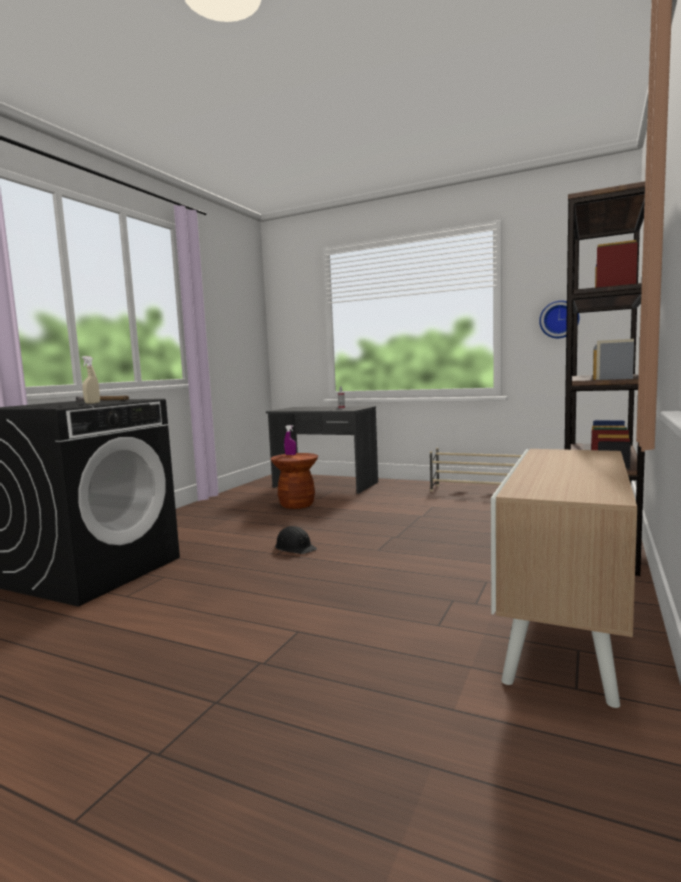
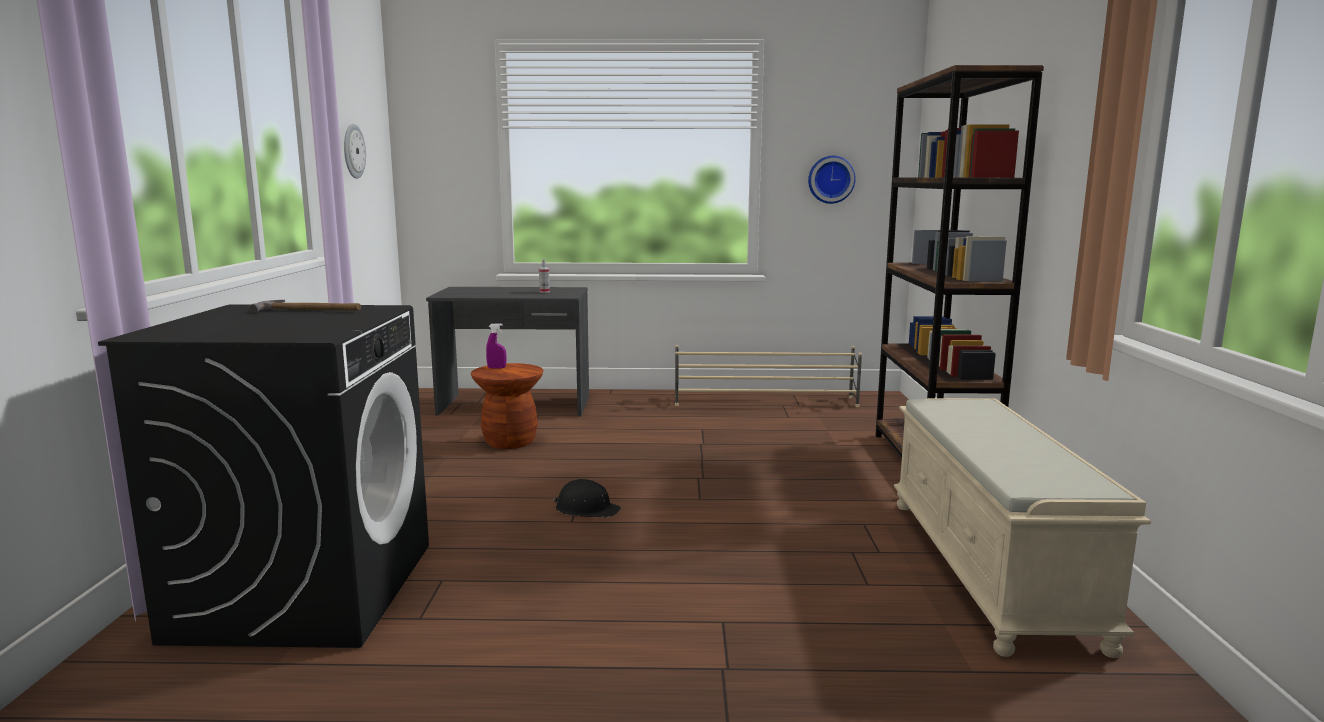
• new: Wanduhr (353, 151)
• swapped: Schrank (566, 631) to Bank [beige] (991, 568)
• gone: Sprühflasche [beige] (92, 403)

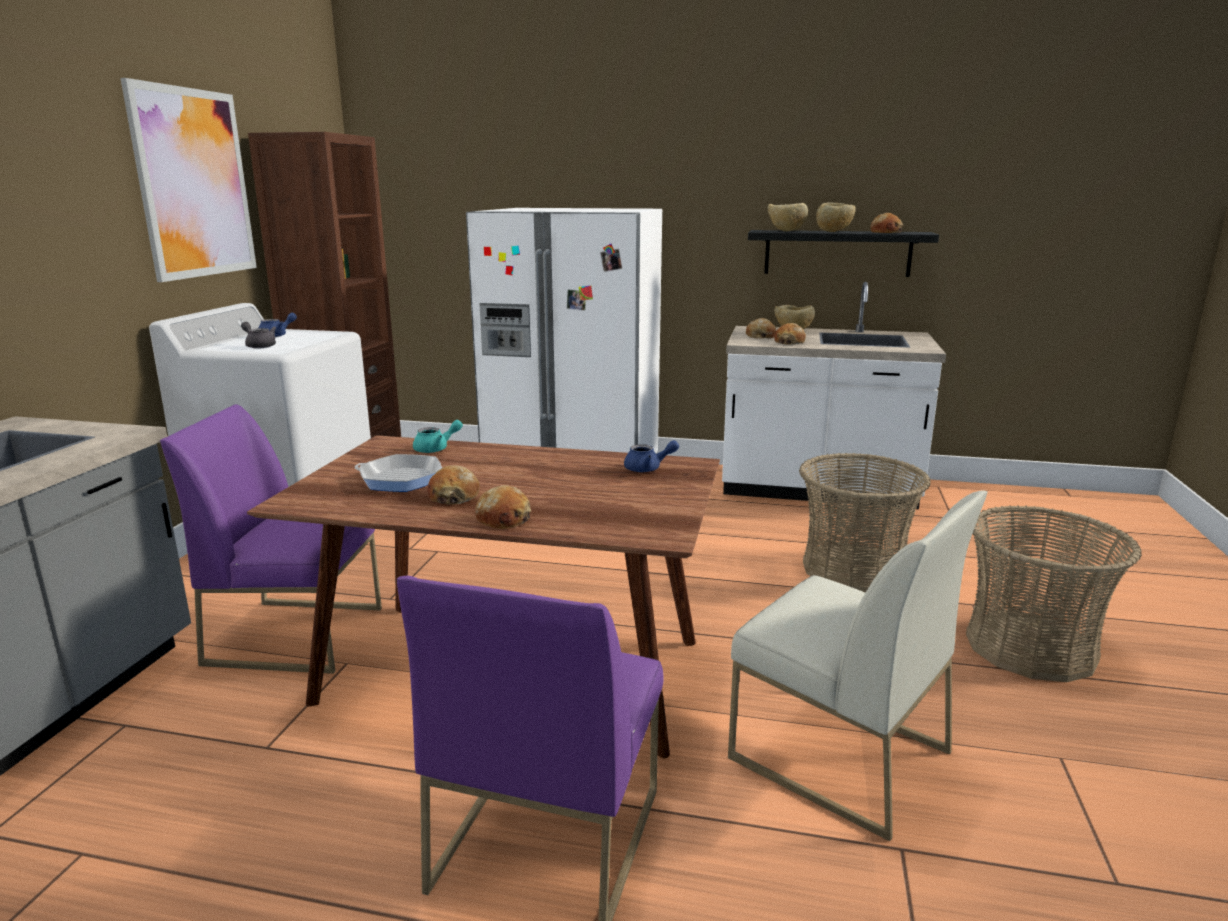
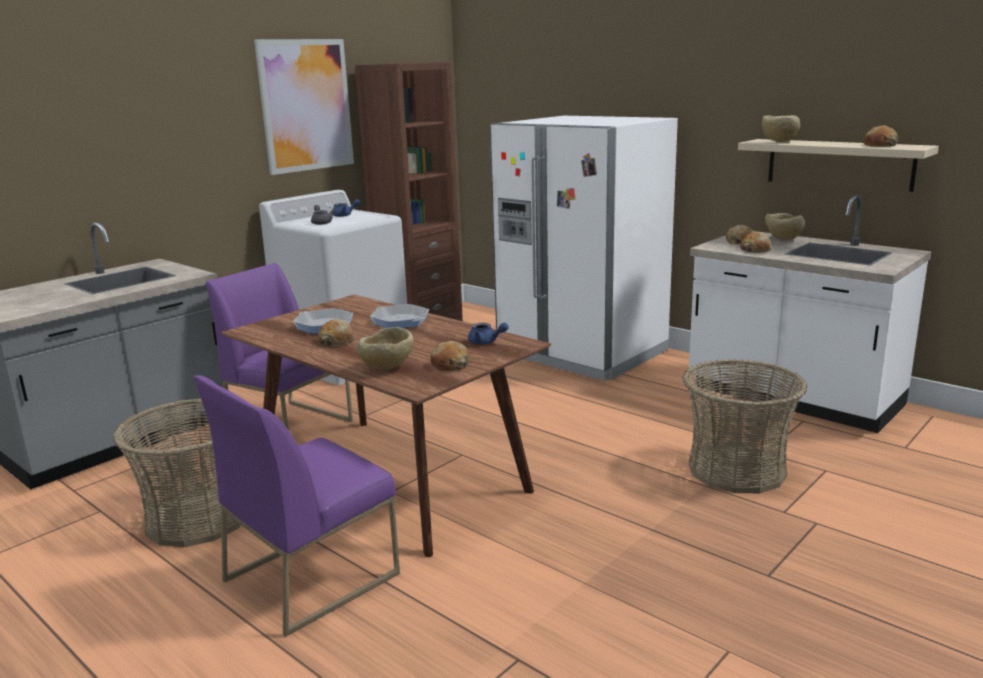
• shifted: Korb (1030, 647) to (198, 518)
• shifted: Schüssel [beige] (834, 231) to (387, 368)
• new: Pfanne (400, 321)
• shifted: Brot (504, 519) to (450, 365)
• repainted: Wandregal [schwarz] (837, 253) to Wandregal [beige] (839, 164)
• gone: Teekanne [türkis] (436, 449)
• gone: Stuhl [weiß] (837, 755)

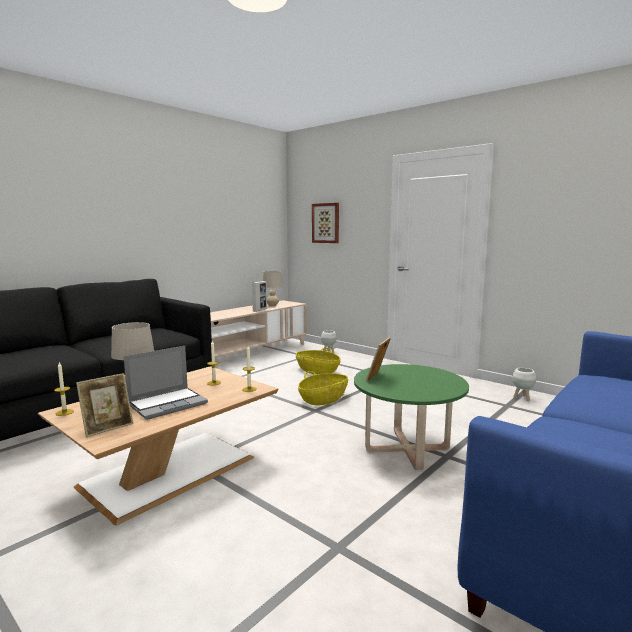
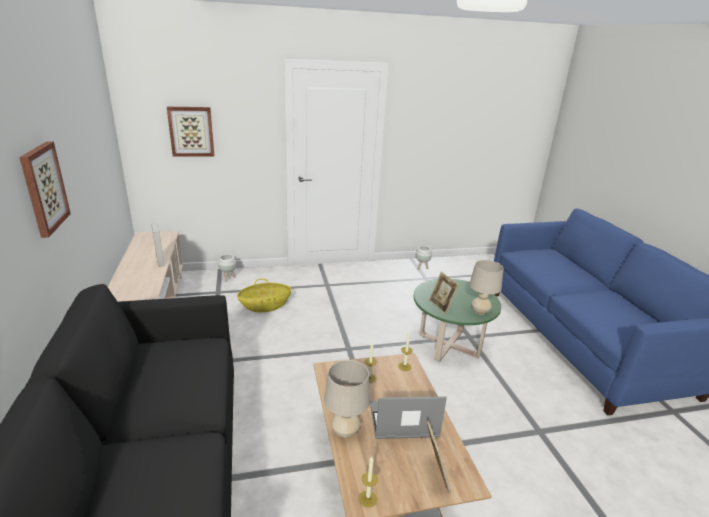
• new: Bild (43, 188)
• rotated: Laptop (168, 404) = (402, 421) 90 degrees counterclockwise
• shifted: Tischlampe [beige] (272, 305) to (480, 311)
• gone: Korb (323, 399)

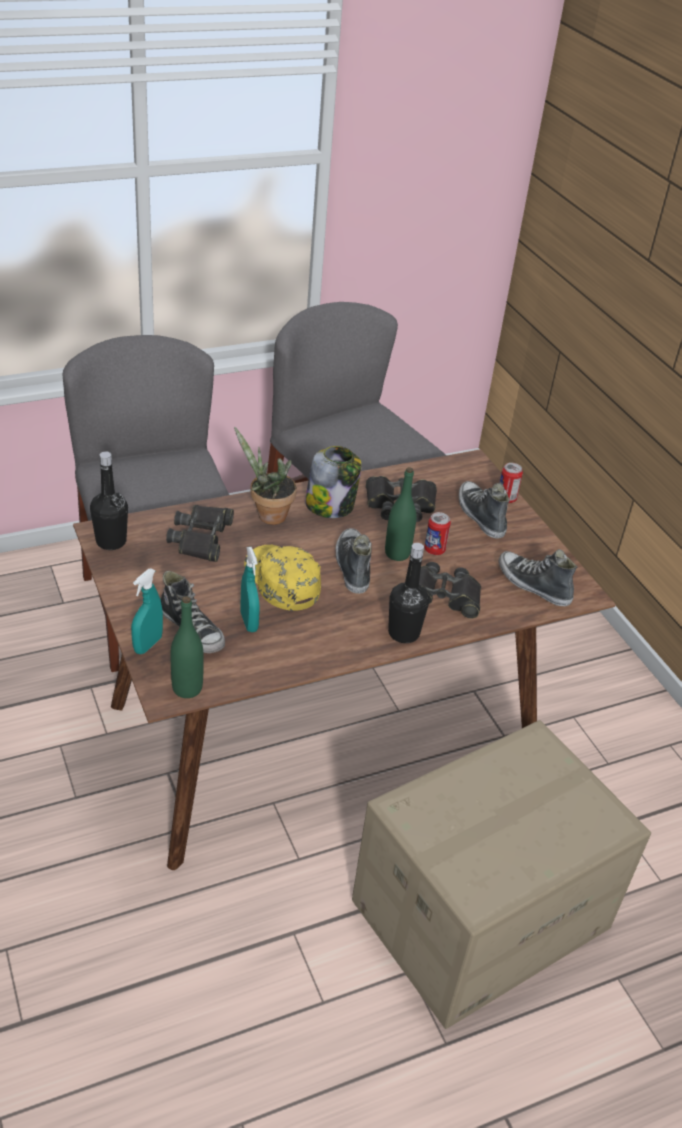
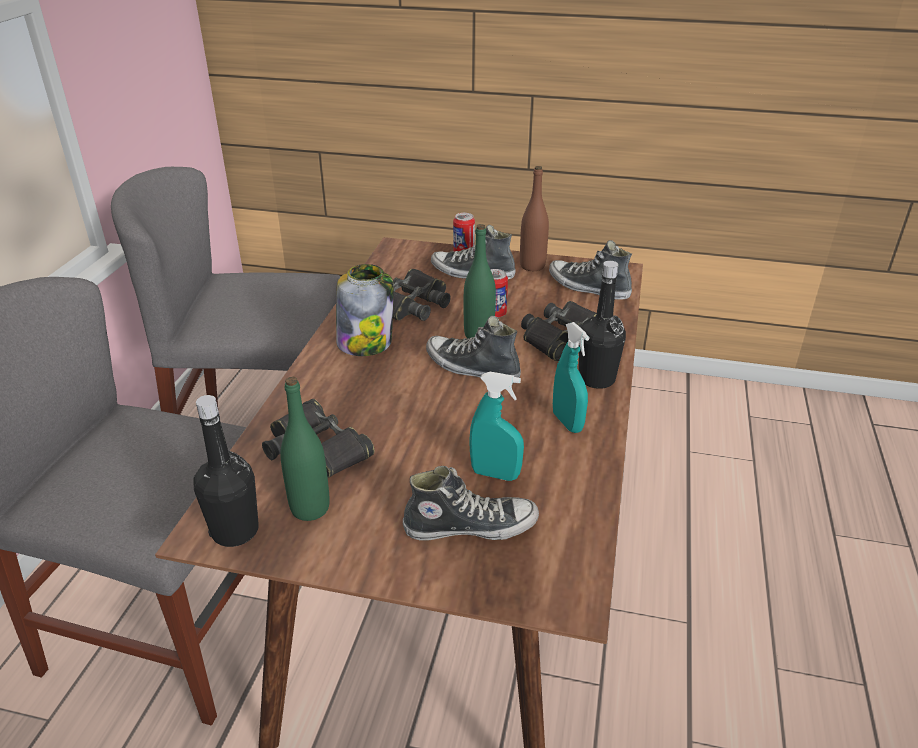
• shifted: Flasche [grün] (187, 688) to (310, 508)
• new: Flasche [braun] (532, 266)
• rotated: Schuh (533, 585) = (588, 287) 45 degrees clockwise
• shifted: Sprühflasche [türkis] (148, 644) to (567, 422)
• gone: Topfpflanze (267, 515)
• gone: Kappe [gelb] (281, 580)
• gone: Karton (480, 912)

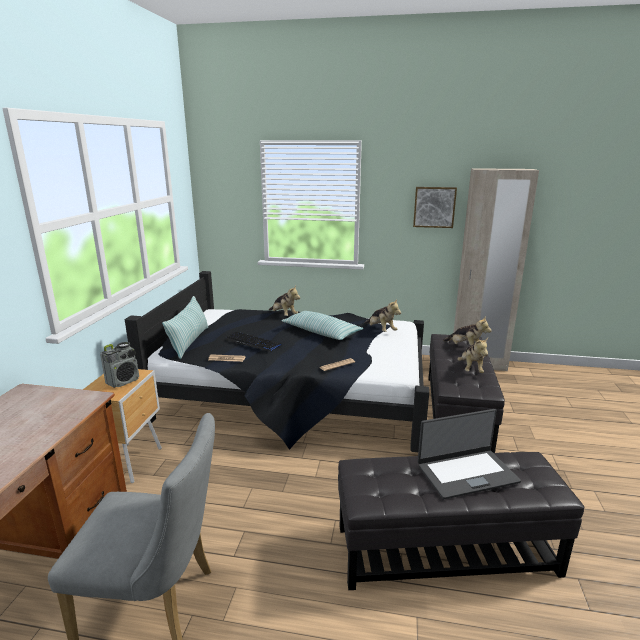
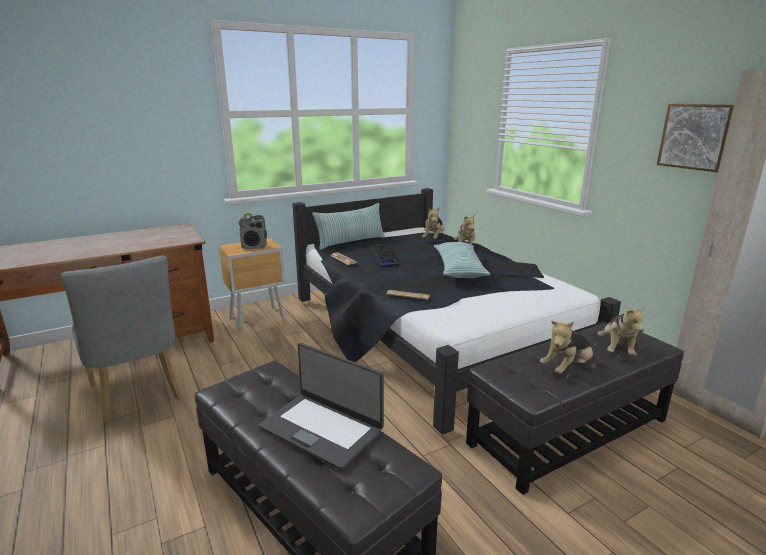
• shifted: Plüschtier (381, 330) to (434, 239)

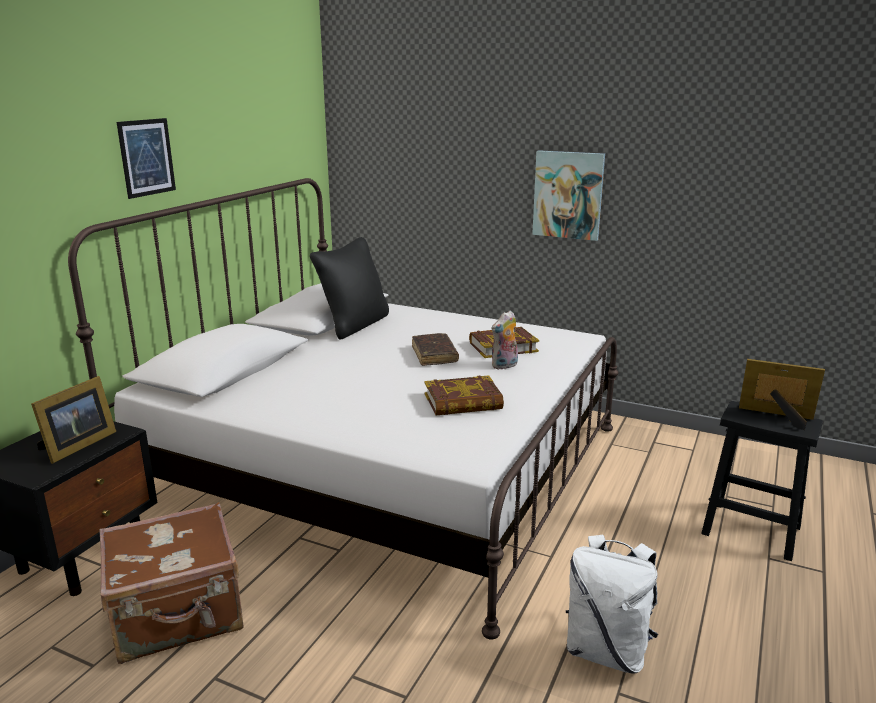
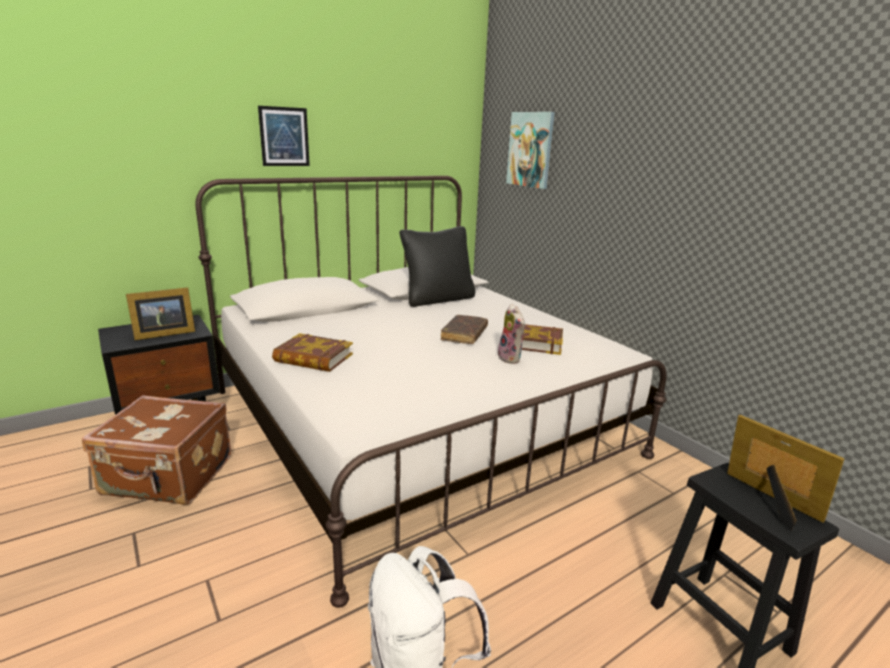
• shifted: Buch (463, 402) to (313, 358)
• rotated: Plüschtier (505, 366) = (511, 358) 105 degrees counterclockwise
• shifted: Bild (568, 195) to (530, 149)

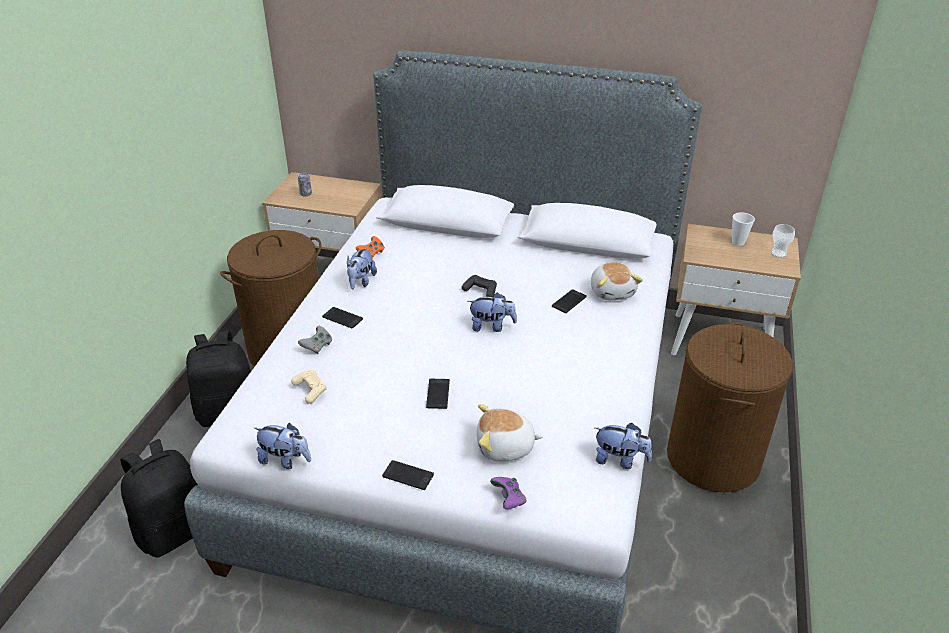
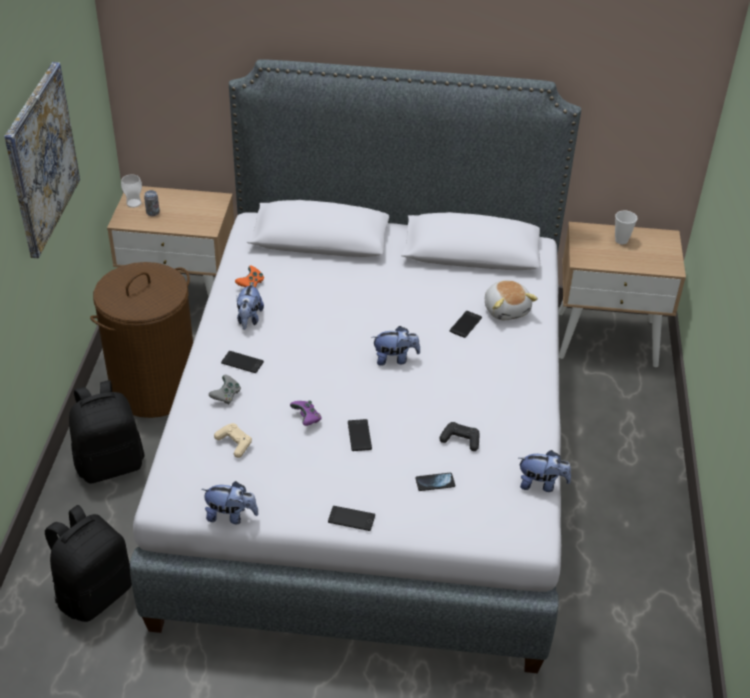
• new: Bild (41, 159)
• shifted: Tasse (778, 253) to (134, 203)
• shifted: Gamepad [lila] (509, 499) to (307, 419)
• swapped: Plüschtier (505, 447) to Handy (435, 482)
• shifted: Gamepad [schwarz] (480, 291) to (460, 440)
• gone: Wäschekorb [braun] (713, 459)

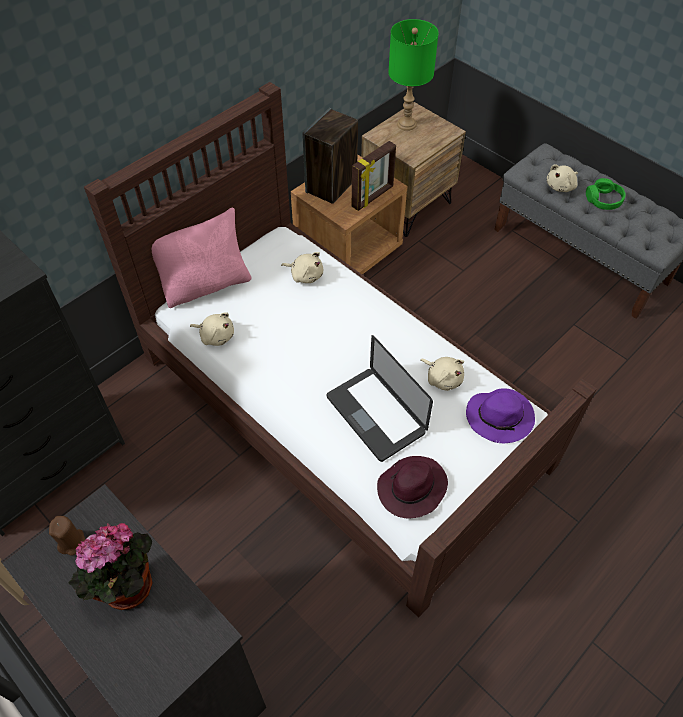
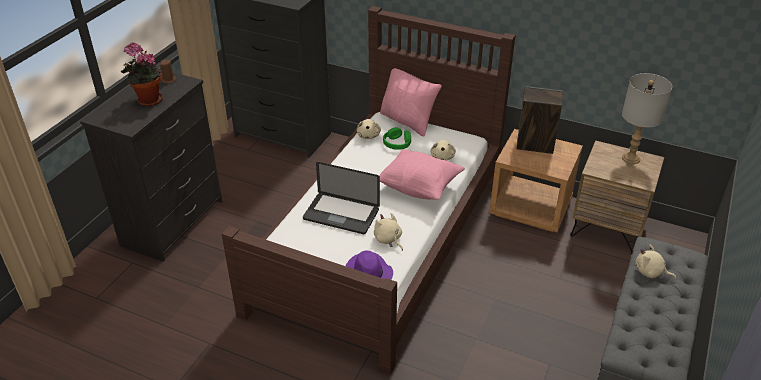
• rotated: Laptop (375, 414) = (341, 214) 105 degrees counterclockwise
• rotated: Plüschtier [beige] (443, 378) = (388, 239) 120 degrees clockwise
• new: Kissen [rosa] (419, 188)
• shifted: Kopfhörer [grün] (603, 200) to (397, 143)
• repainted: Tischlampe [grün] (407, 124) to Tischlampe [grau] (631, 159)
• gone: Bilderrahmen (373, 197)
• gone: Hut [lila] (411, 489)

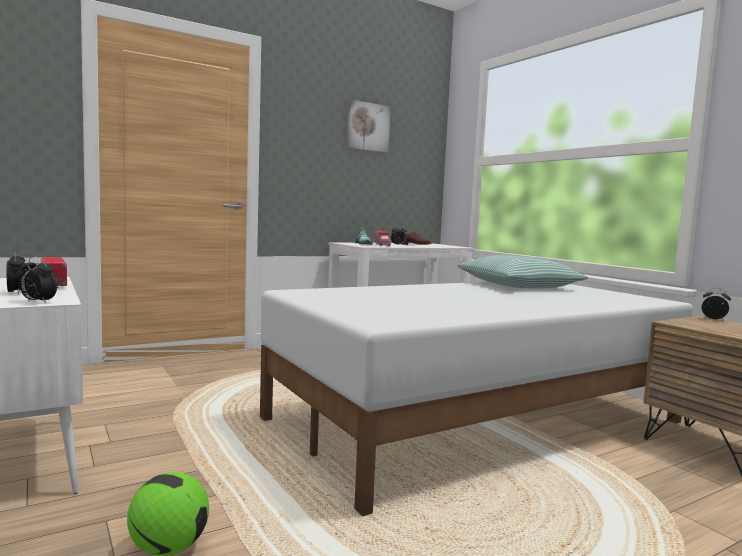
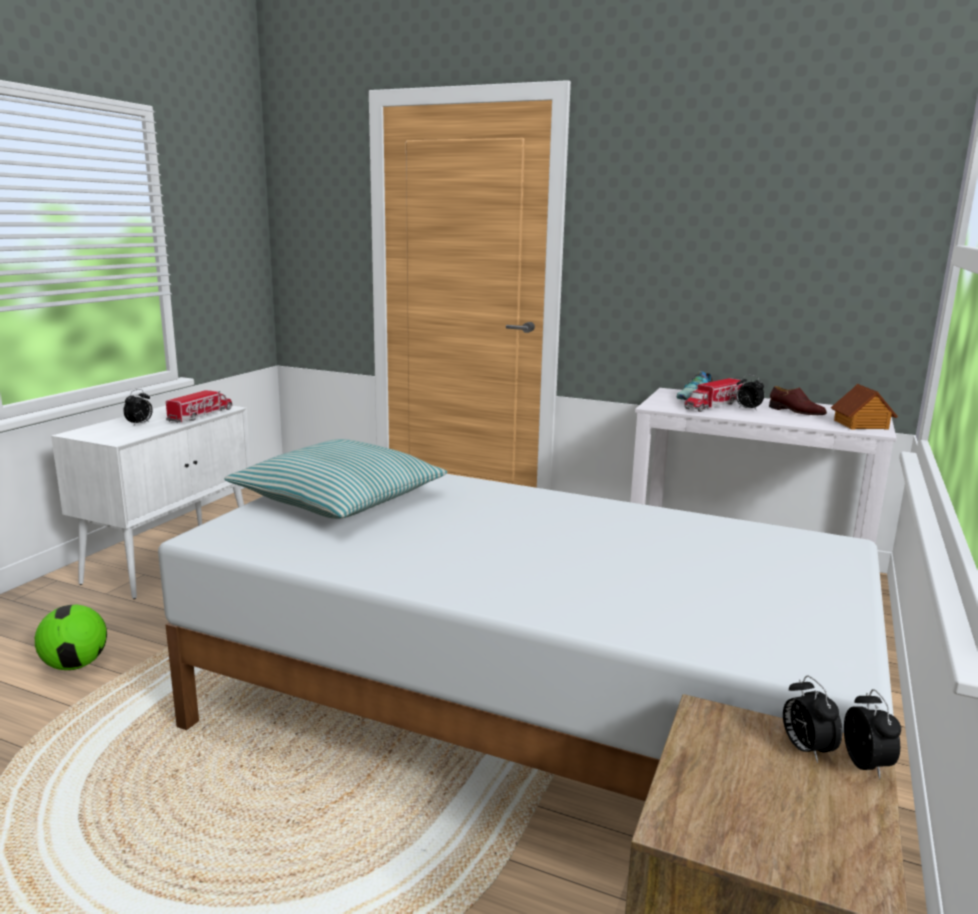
• shifted: Kissen (518, 285) to (340, 499)
• shifted: Wecker (38, 302) to (805, 749)
• new: Spielzeughaus (861, 425)
• gone: Bild (368, 127)

